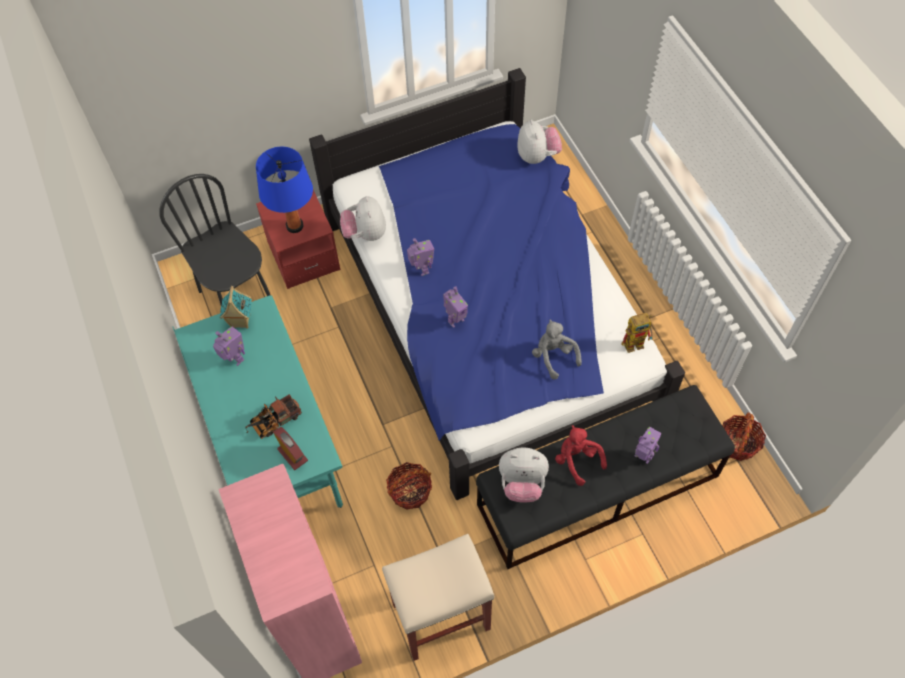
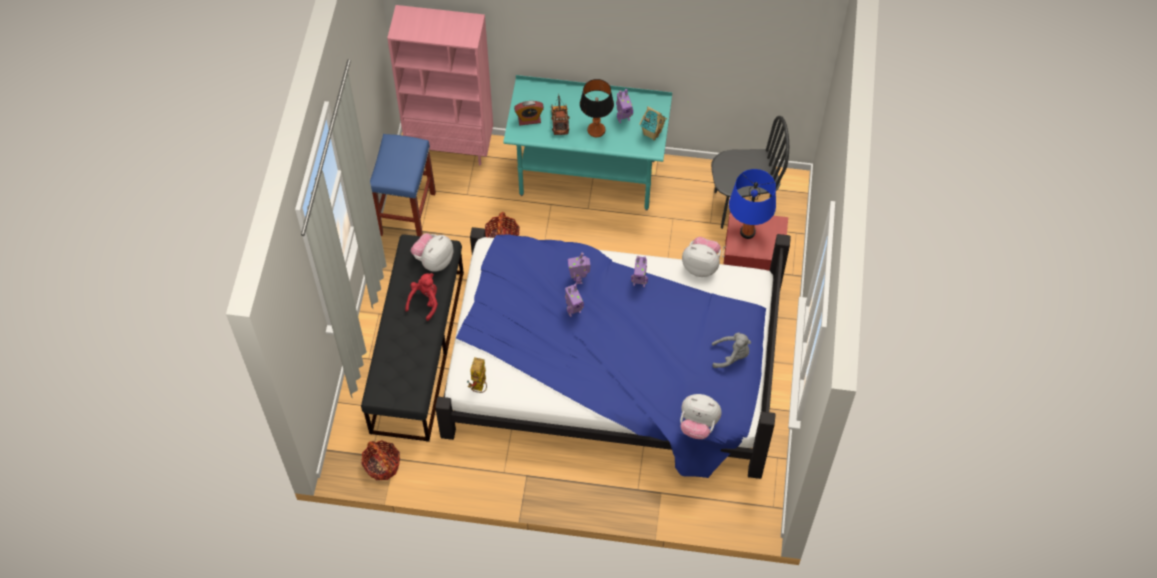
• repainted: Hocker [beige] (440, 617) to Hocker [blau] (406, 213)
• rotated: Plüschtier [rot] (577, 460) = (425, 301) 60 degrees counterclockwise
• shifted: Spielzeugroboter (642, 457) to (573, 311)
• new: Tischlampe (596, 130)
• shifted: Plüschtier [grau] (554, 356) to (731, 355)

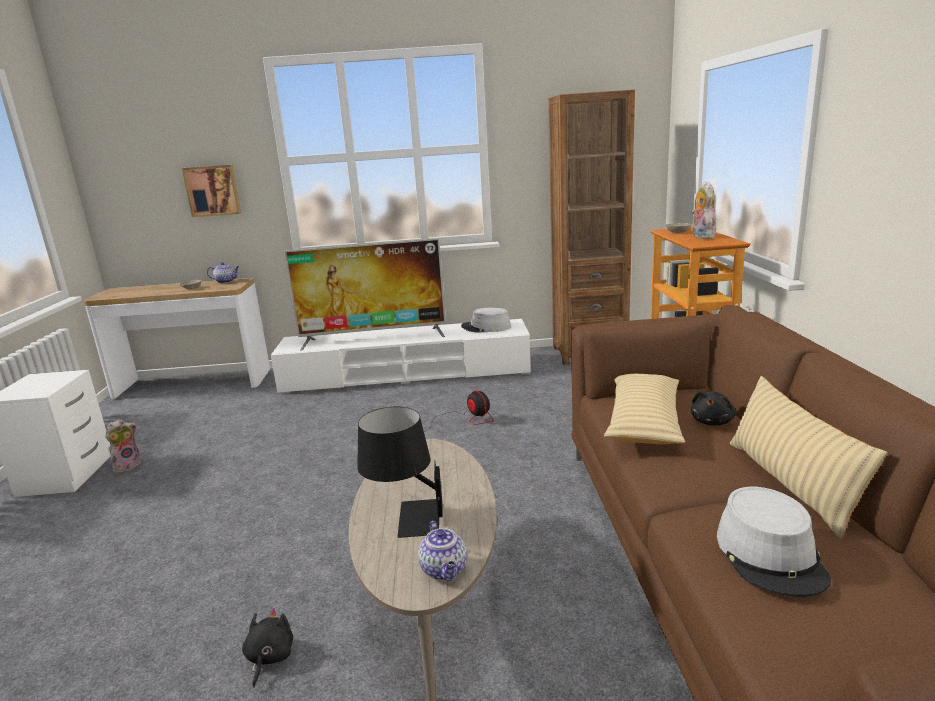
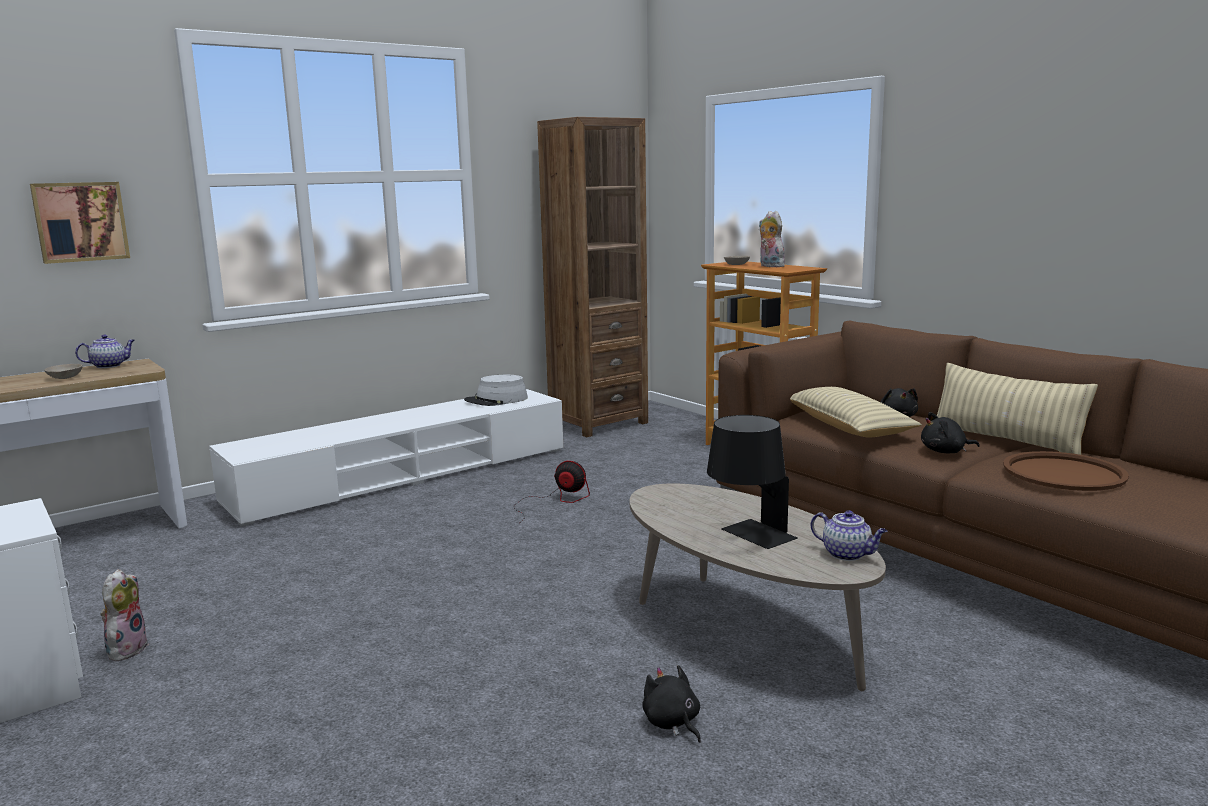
• new: Plüschtier [schwarz] (945, 452)
• swapped: Hut [grau] (770, 555) to Tablett [braun] (1063, 473)
• gone: Fernseher (374, 338)

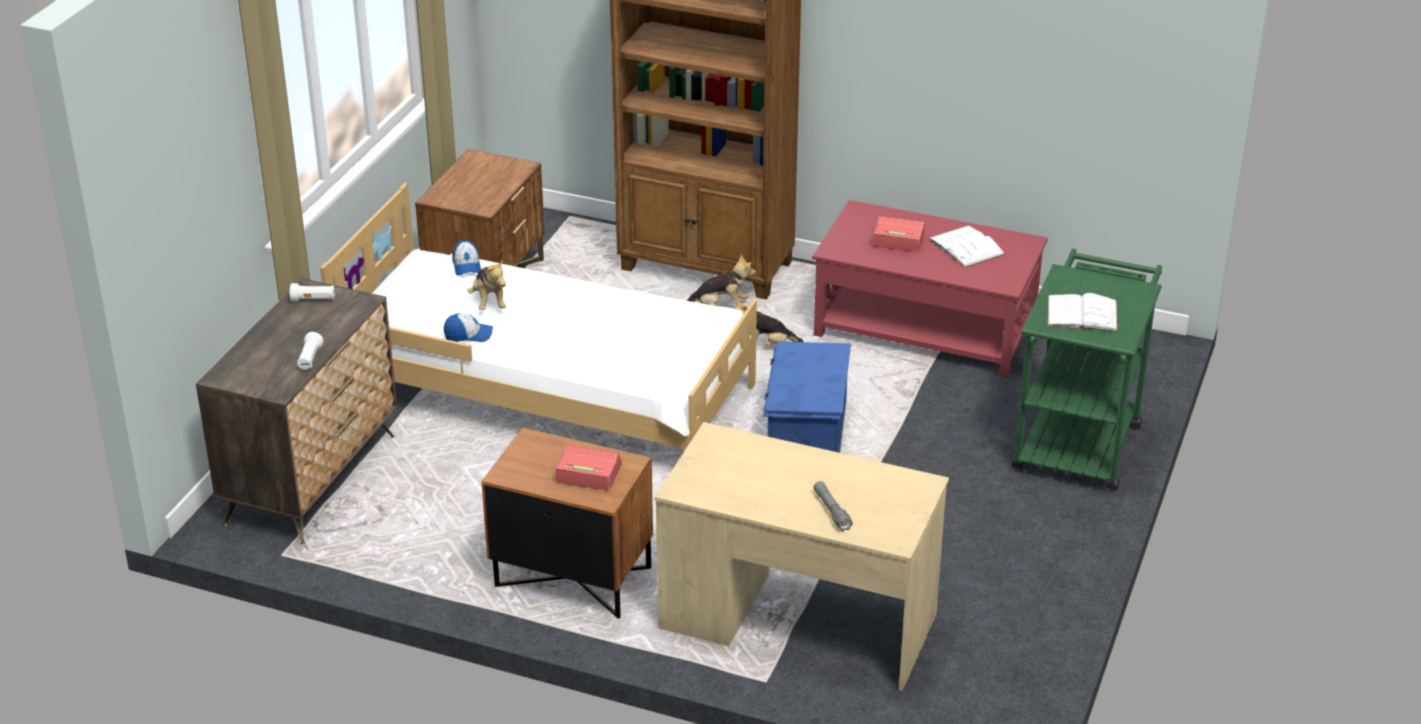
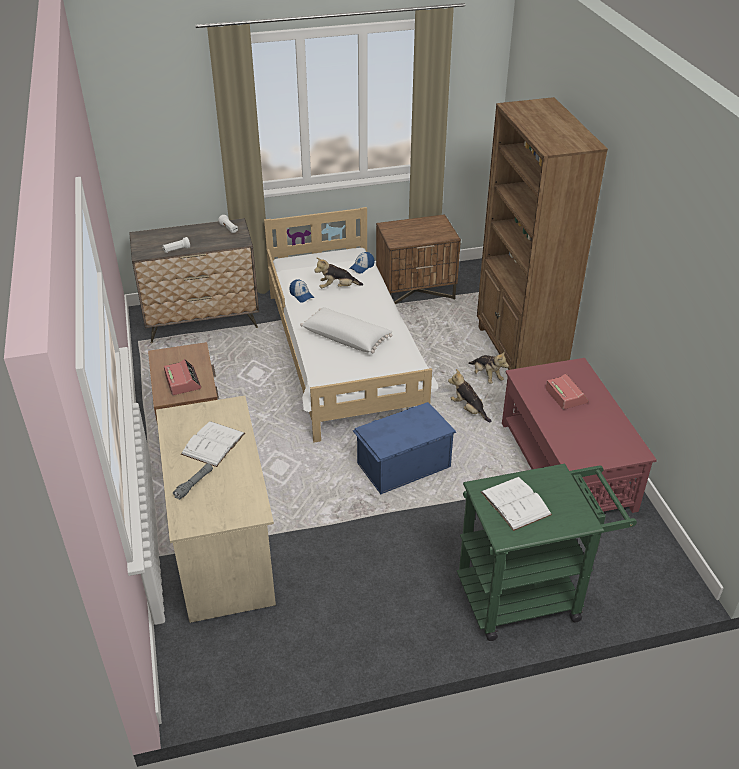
• shifted: Buch [weiß] (966, 247) to (213, 443)
• new: Kissen [weiß] (346, 338)
• rotated: Plüschtier (489, 302) = (337, 288) 45 degrees clockwise

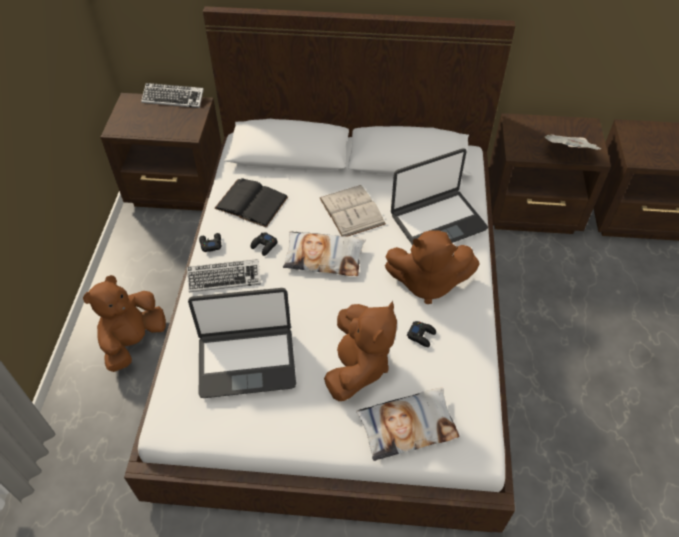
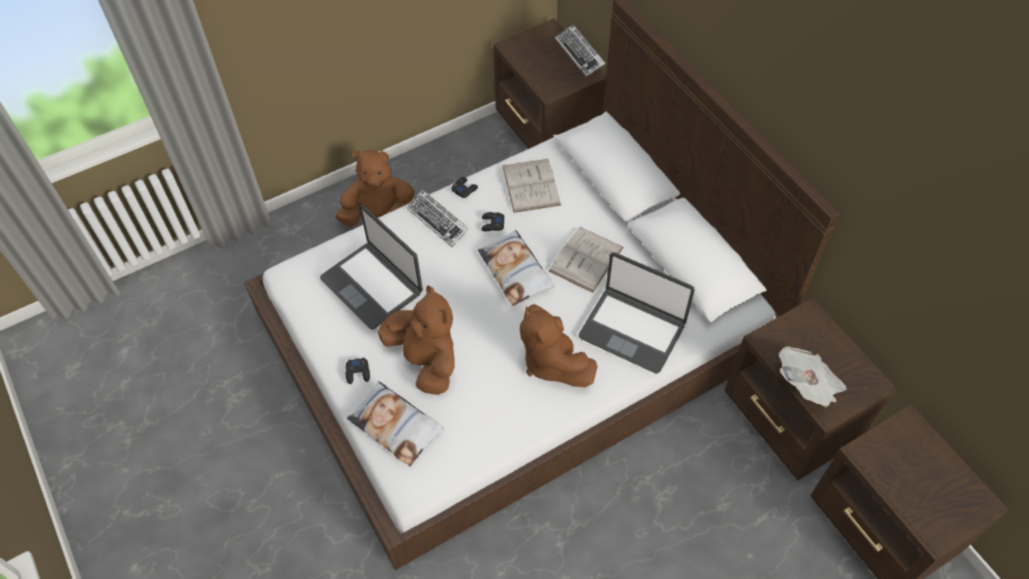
• shifted: Gamepad [schwarz] (421, 335) to (358, 372)
• rotated: Plüschtier [braun] (357, 366) = (425, 360) 105 degrees counterclockwise
• repainted: Buch [schwarz] (251, 202) to Buch [weiß] (531, 185)

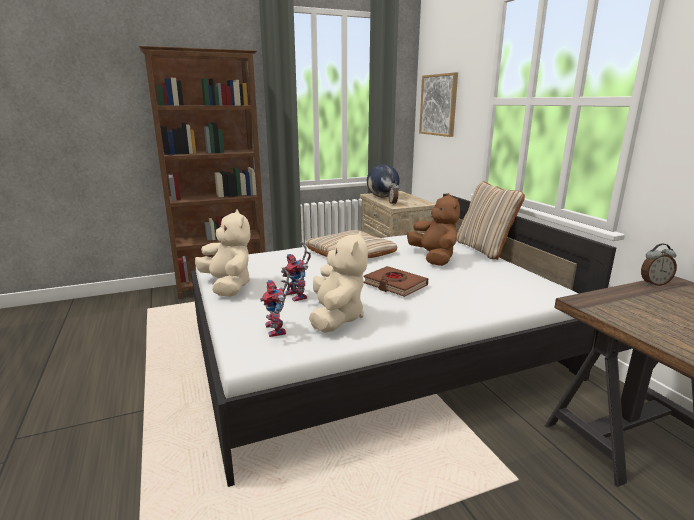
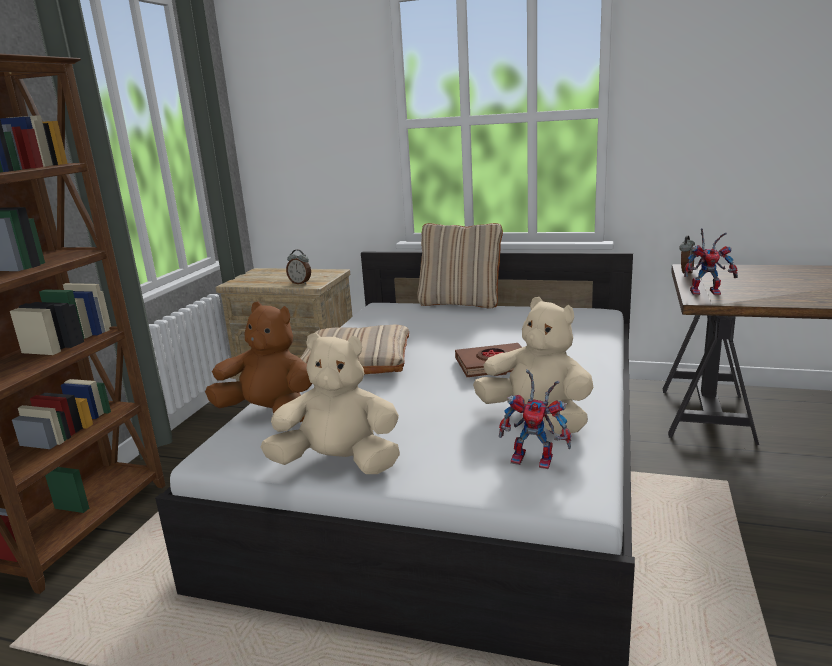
• shifted: Plüschtier [braun] (434, 258) to (270, 414)
• shifted: Spielzeugroboter (299, 296) to (707, 292)
• gone: Globus (382, 197)
• gone: Bild (438, 105)

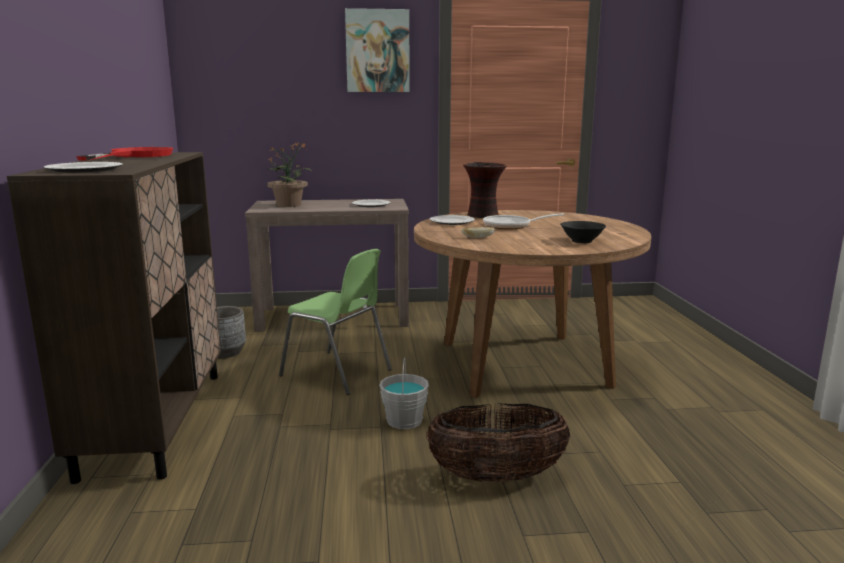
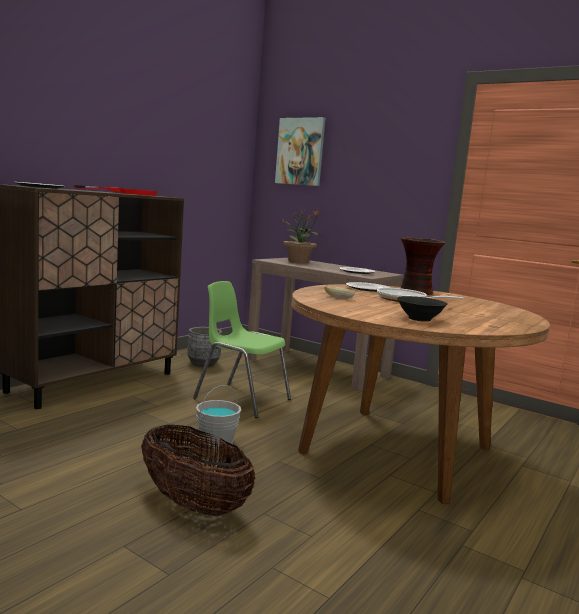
• rotated: Stuhl [grün] (337, 373) = (241, 399) 135 degrees clockwise
• shifted: Bild (377, 51) to (300, 151)

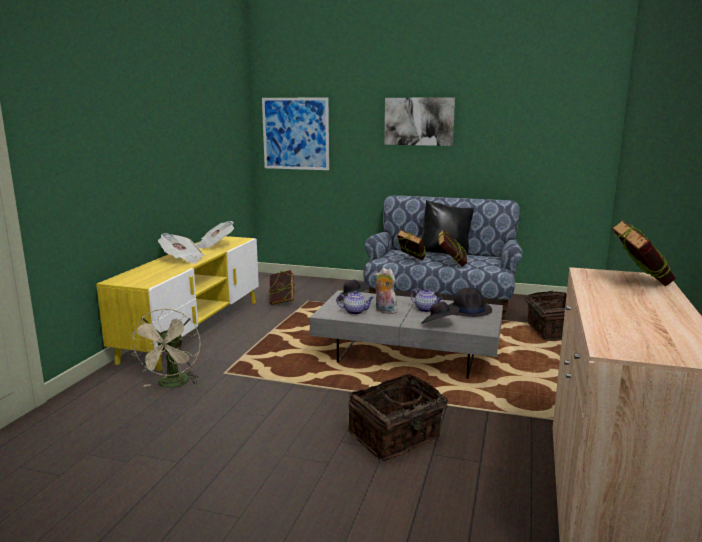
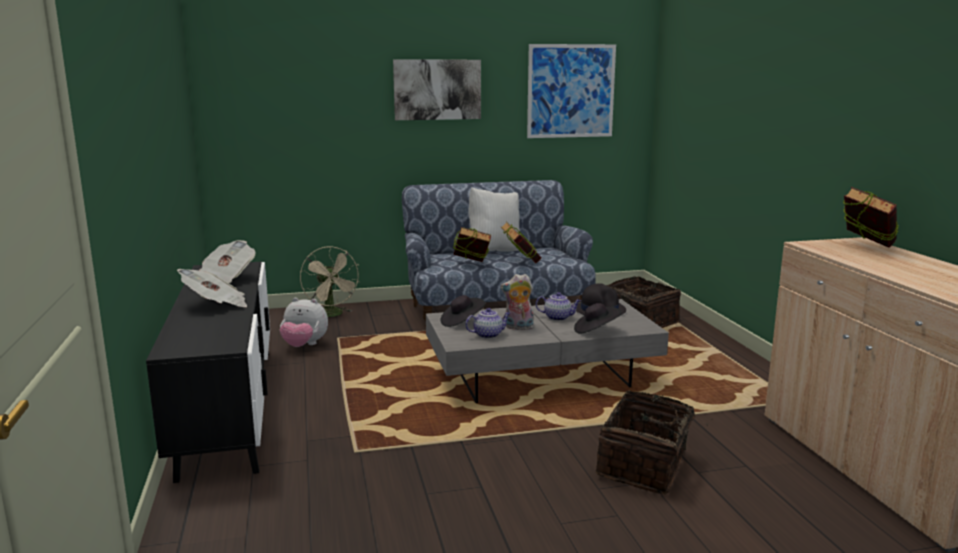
• repainted: Fernsehschrank [gelb] (194, 329) to Fernsehschrank [schwarz] (229, 406)
• swapped: Buch (282, 302) to Plüschtier (304, 346)
• shifted: Ventilator [beige] (172, 385) to (332, 315)
• repainted: Kissen [schwarz] (445, 254) to Kissen [weiß] (494, 251)
• shifted: Bild (295, 133) to (571, 91)

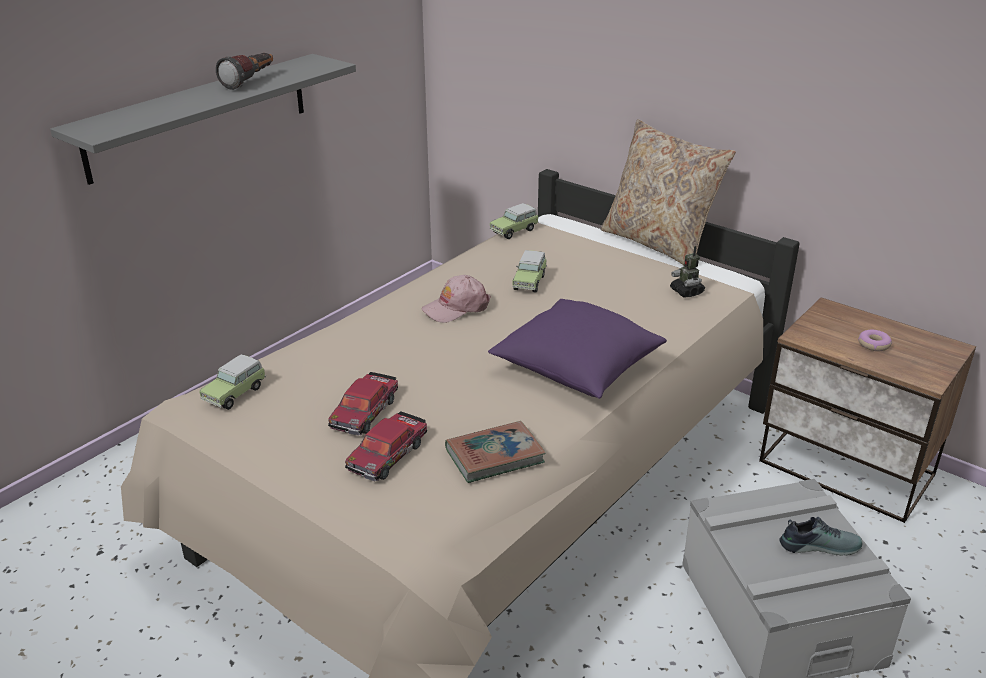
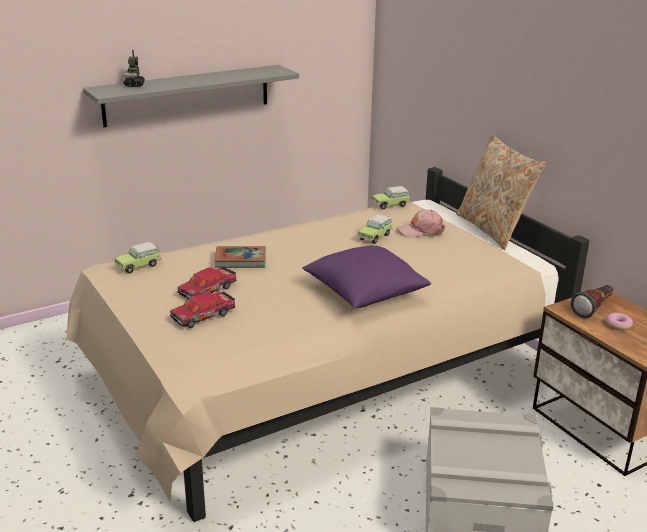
• shifted: Spielzeugroboter (686, 292) to (134, 85)
• shifted: Buch (494, 456) to (240, 260)
• shifted: Kappe [rosa] (456, 307) to (421, 230)
• shifted: Taschenlampe (250, 81) to (594, 309)
• gone: Schuh (818, 544)

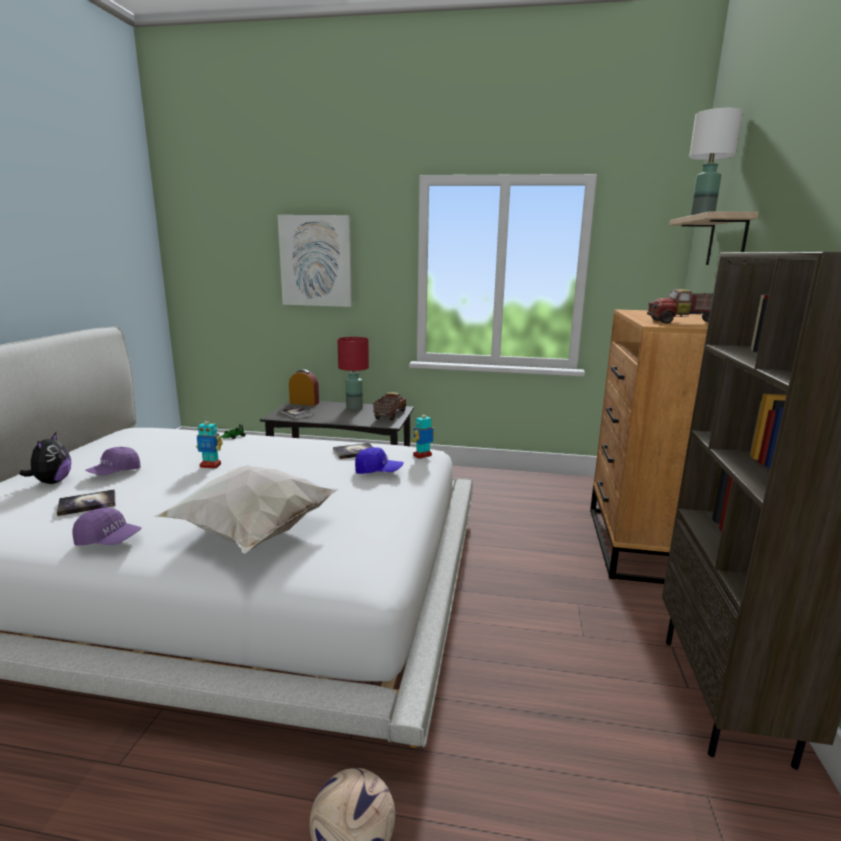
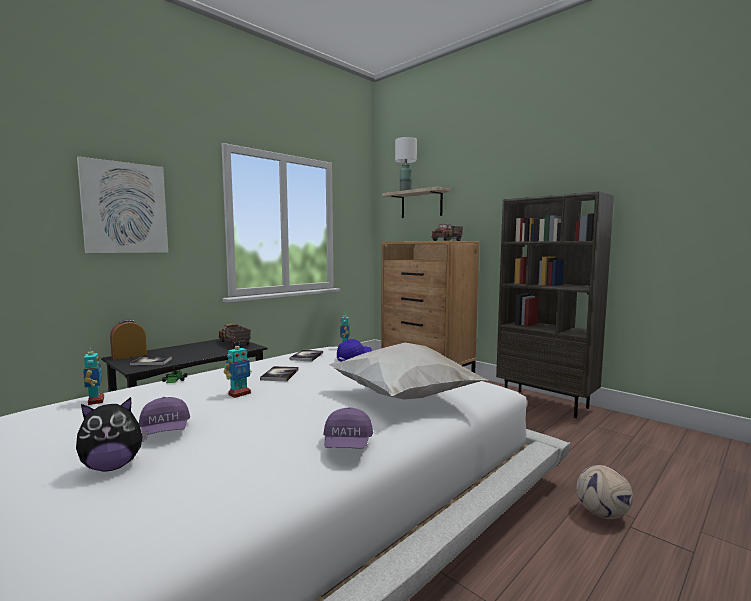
• rotated: Plüschtier (52, 482) = (113, 466) 120 degrees clockwise
• new: Spielzeugroboter (95, 401)
• shifted: Buch (87, 504) to (280, 375)
• rotated: Kappe [lila] (109, 540) = (347, 445) 135 degrees clockwise
• gone: Tischlampe [rot] (354, 408)

